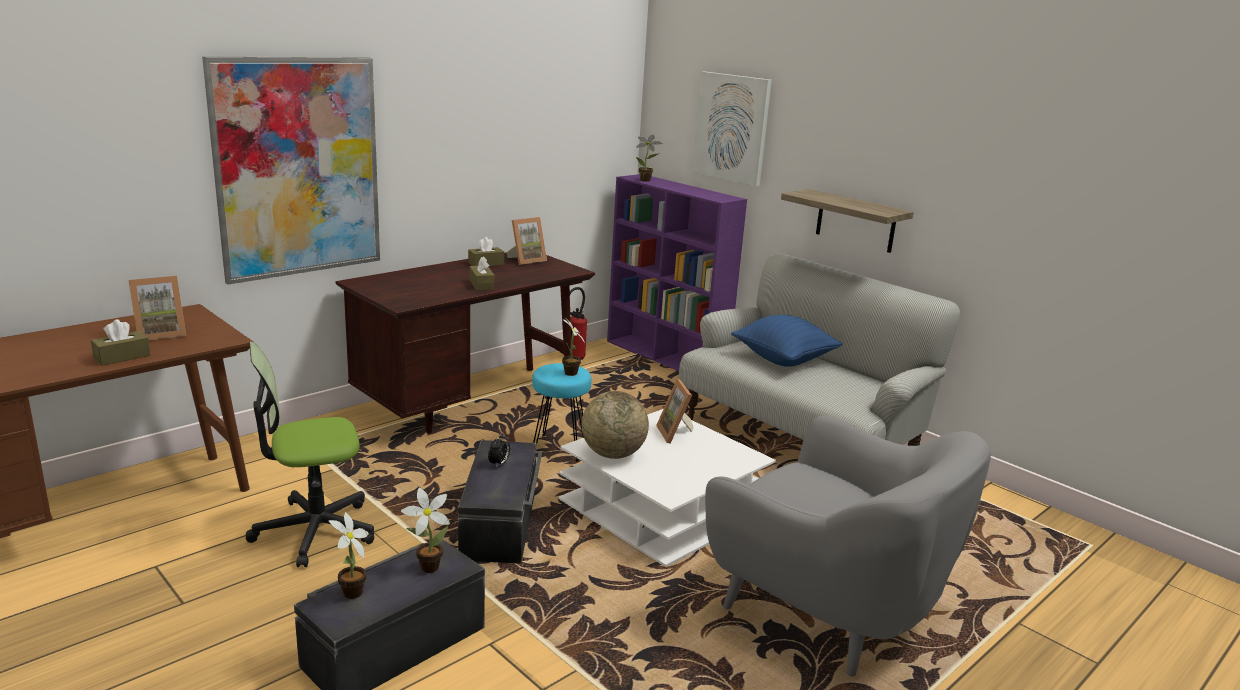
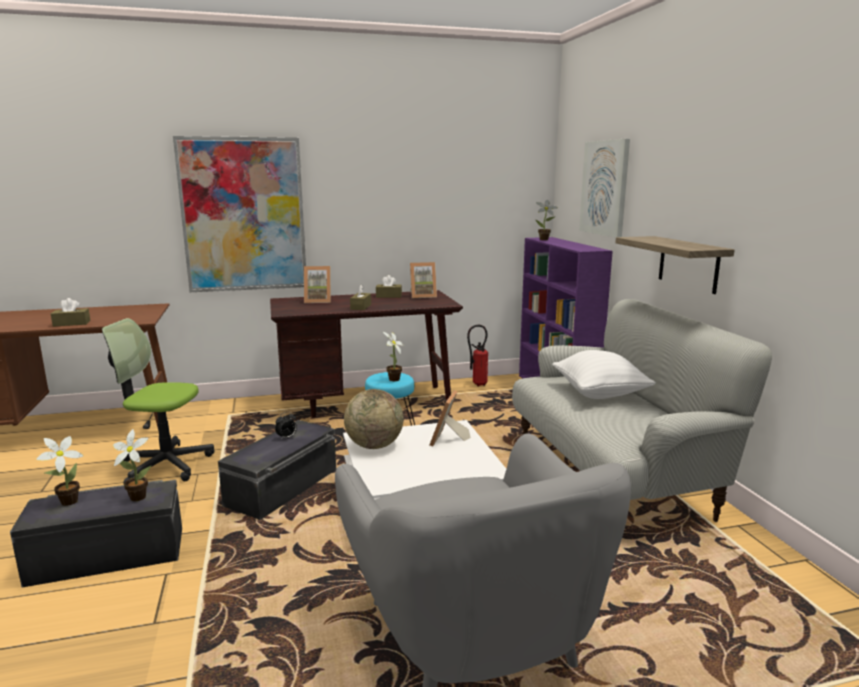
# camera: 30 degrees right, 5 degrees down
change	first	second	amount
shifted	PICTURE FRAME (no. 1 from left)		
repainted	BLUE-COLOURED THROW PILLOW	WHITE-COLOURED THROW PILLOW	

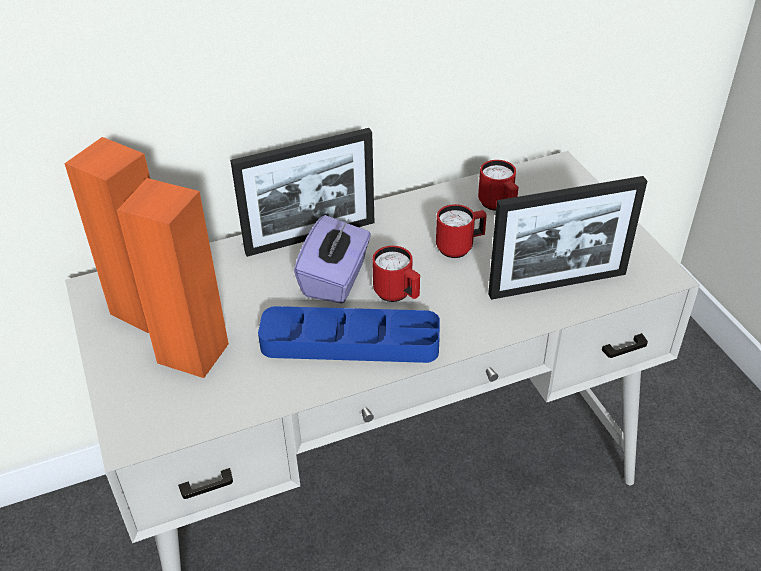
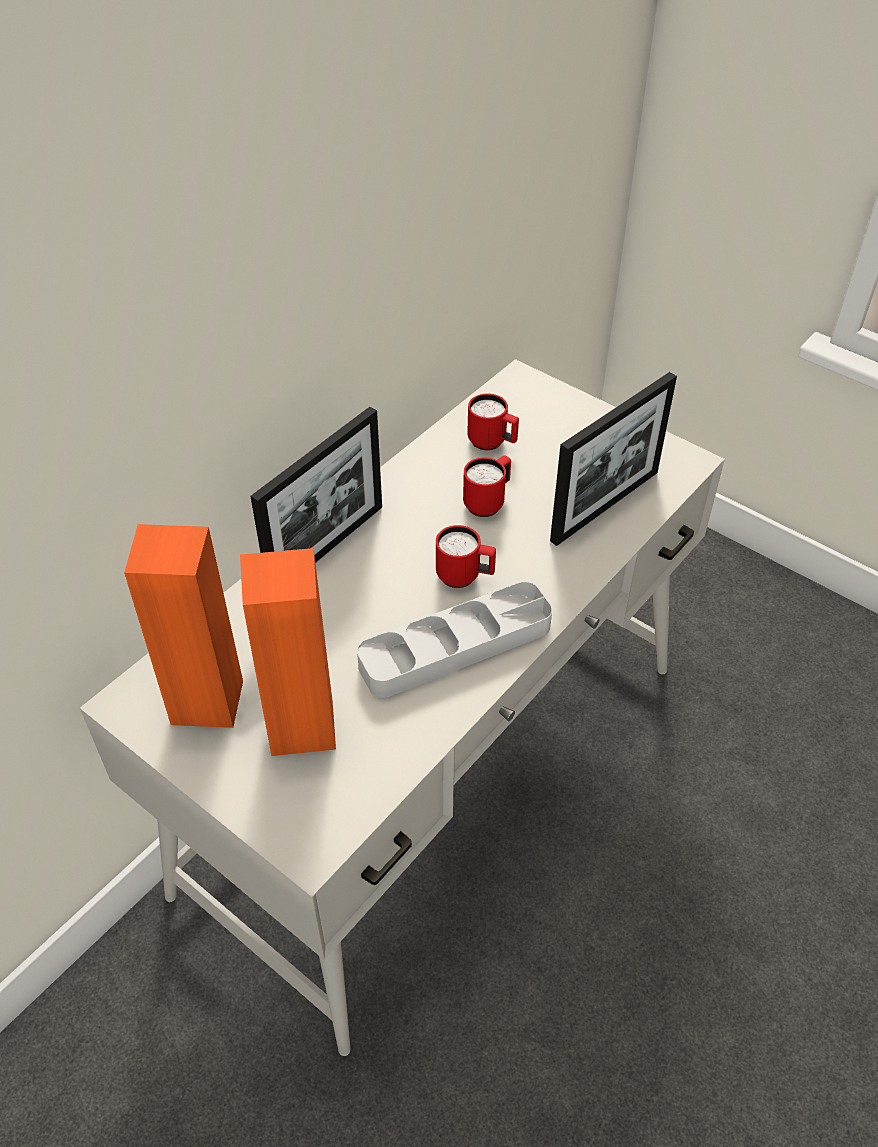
# camera: 30 degrees left, 5 degrees up
change	first	second	amount
gone	PURPLISH TISSUE BOX		
repainted	BLUE-COLOURED CARRYING TRAY	GREYISH CARRYING TRAY	

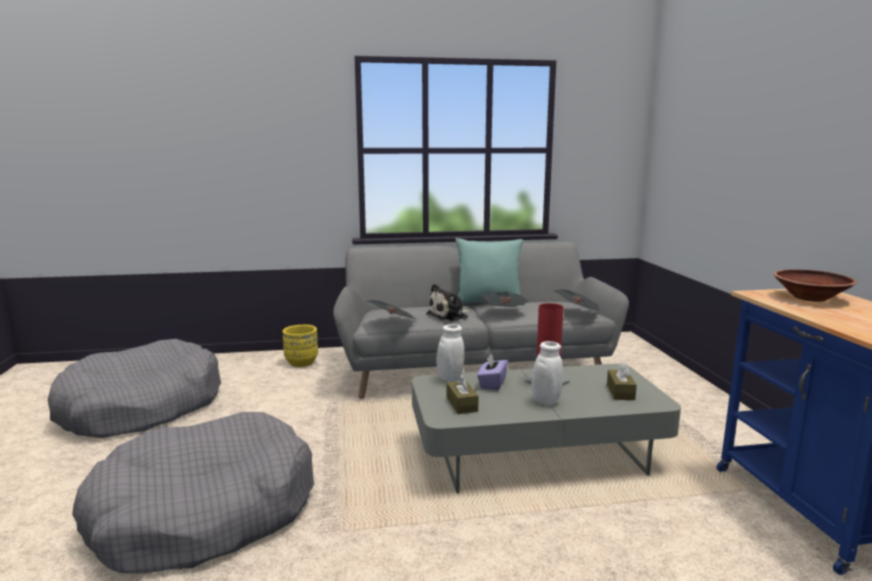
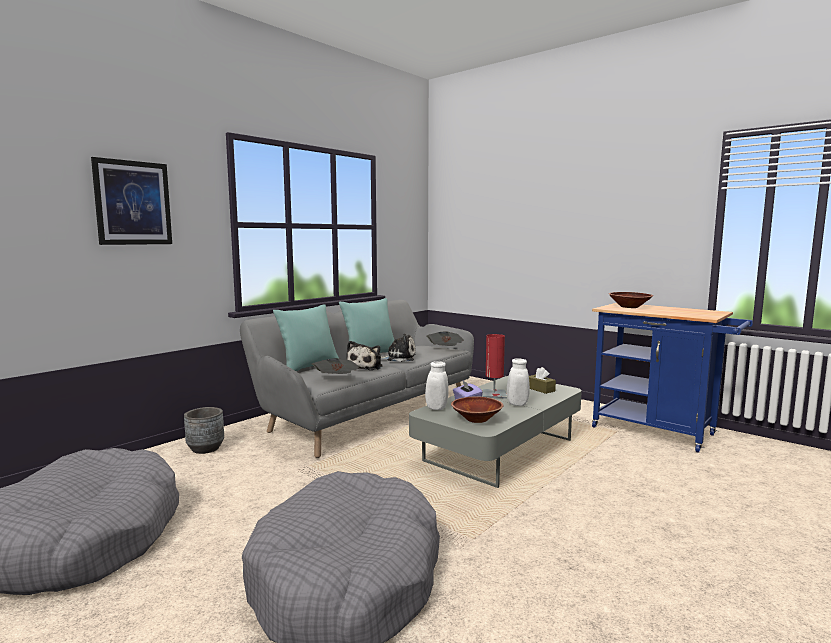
# camera: 40 degrees left, 5 degrees down
change	first	second	amount
new		WALL ART	
new		TURQUOISE-COLOURED THROW PILLOW (no. 1 from left)	
swapped	BROWN TISSUE BOX (no. 1 from left)	BROWN BOWL (no. 1 from left)	
swapped	NEWSPAPER (no. 2 from left)	SOFT TOY (no. 2 from left)	
repainted	YELLOW PLANTER	GREYISH PLANTER	

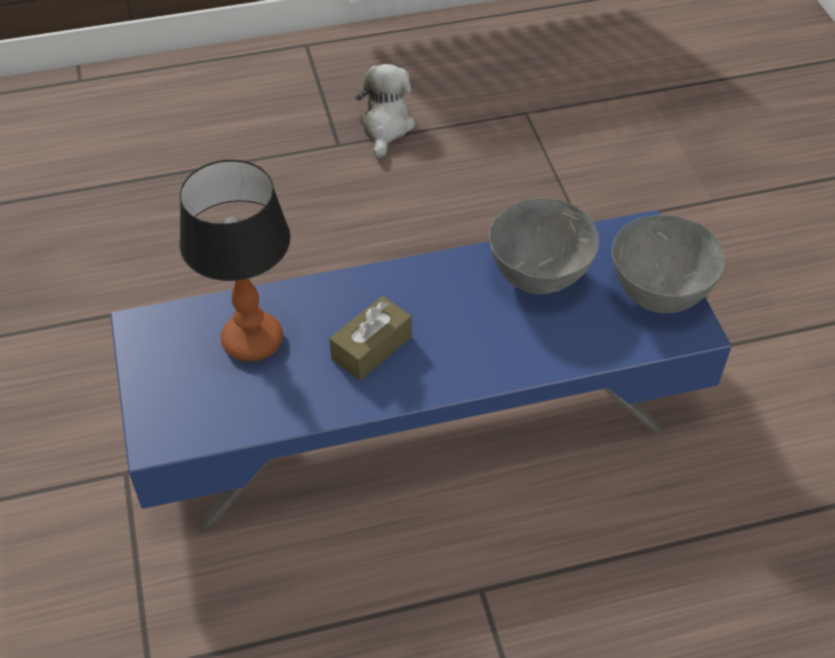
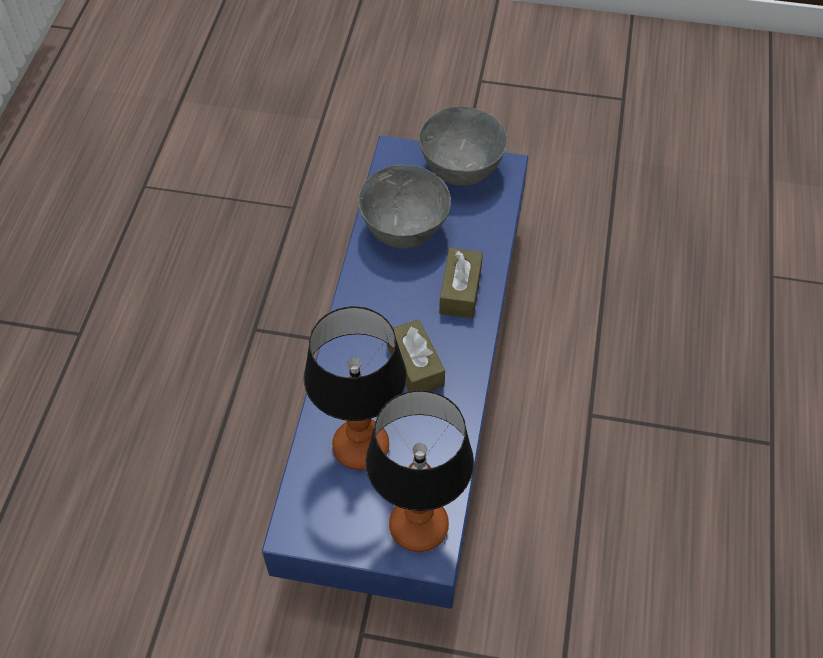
# camera: 65 degrees left, 5 degrees up
change	first	second	amount
gone	SOFT TOY		
new		TABLETOP LAMP (no. 2 from left)	
new		BROWN TISSUE BOX (no. 2 from left)	

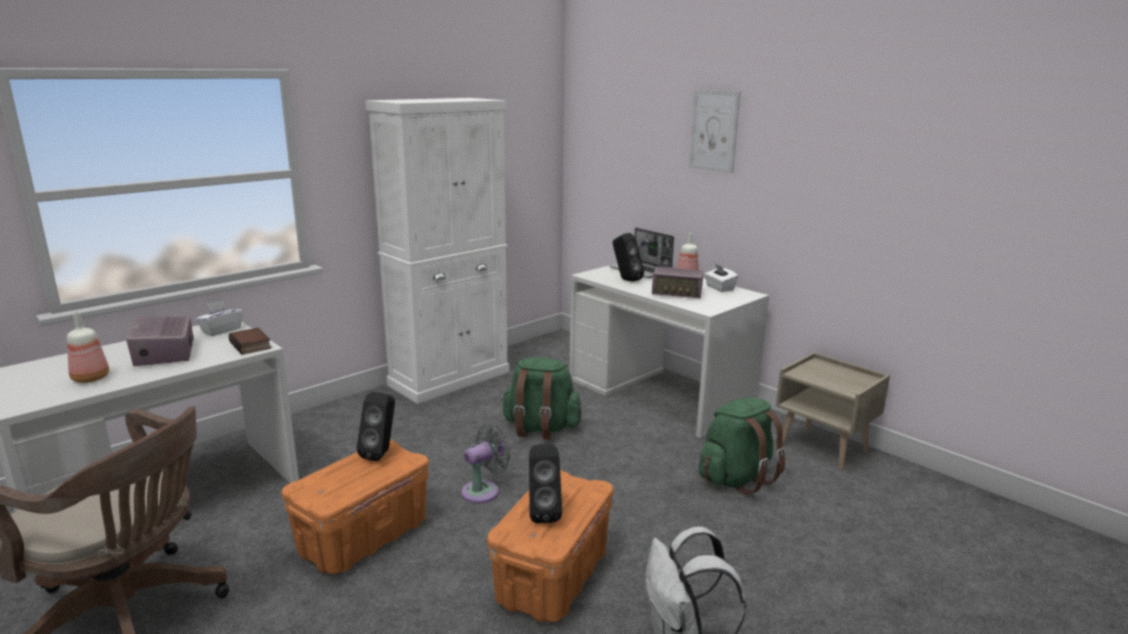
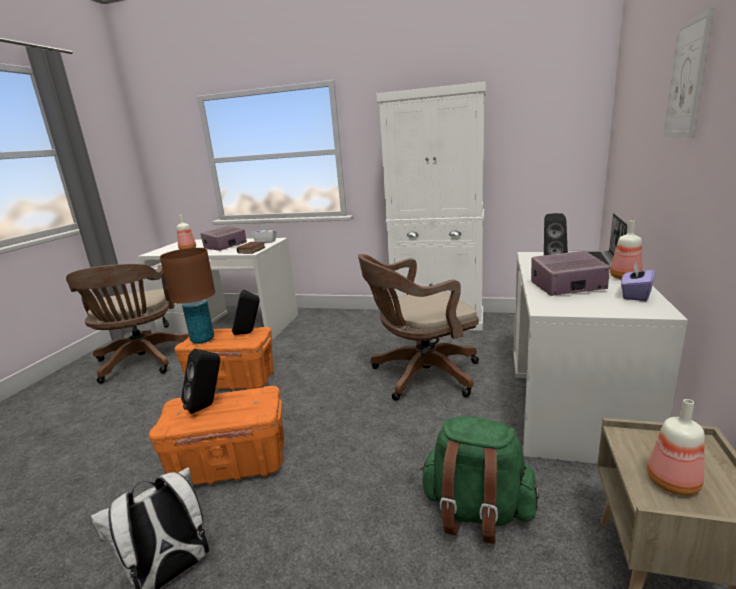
# camera: 60 degrees right, 0 degrees up
change	first	second	amount
gone	GREYISH COOLING FAN		
new		BROWN TABLETOP LAMP	
new		DRINK BOTTLE (no. 3 from left)	
swapped	GREEN-COLOURED KNAPSACK (no. 1 from left)	BROWN COMPUTER CHAIR (no. 2 from left)	
repainted	WHITE-COLOURED TISSUE BOX (no. 2 from left)	PURPLISH TISSUE BOX	
rotated	RADIO SET (no. 2 from left)		105 degrees clockwise

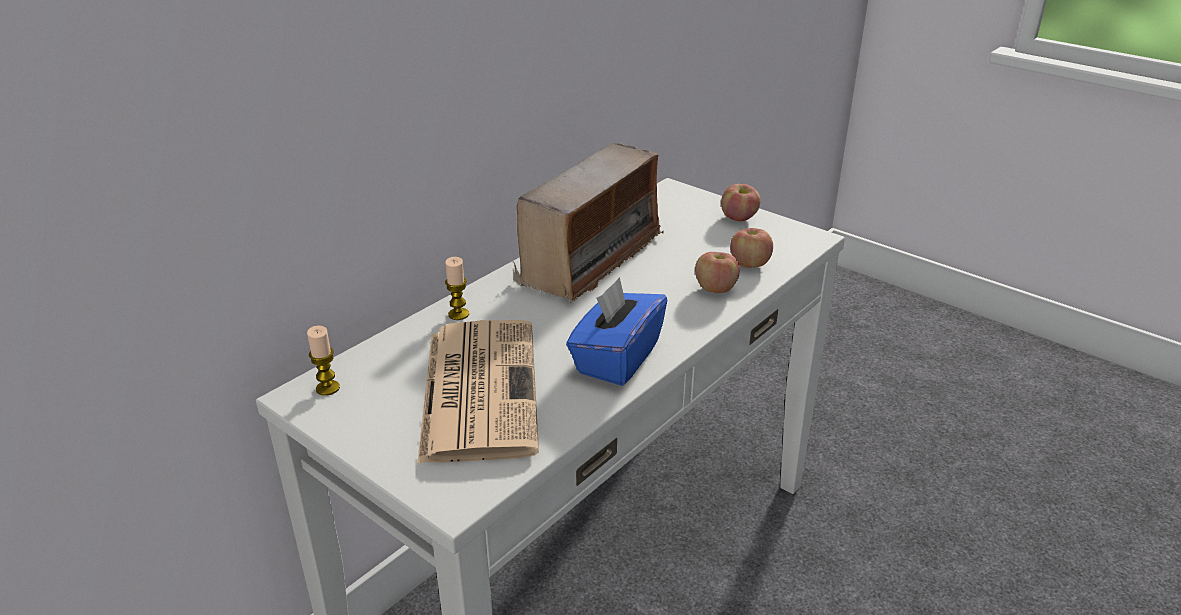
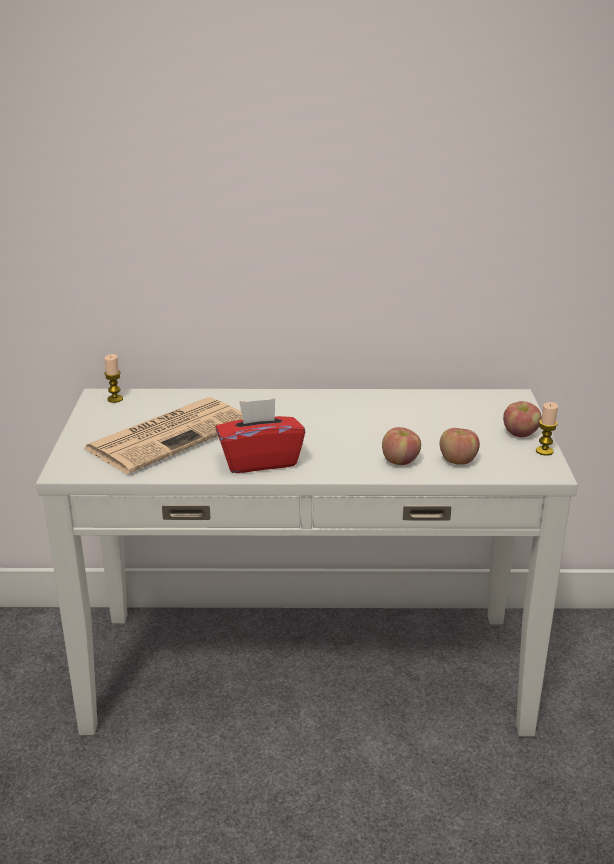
# camera: 50 degrees right, 5 degrees down
change	first	second	amount
gone	RADIO SET		
shifted	CANDLE (no. 2 from left)		
repainted	BLUE-COLOURED TISSUE BOX	RED TISSUE BOX	

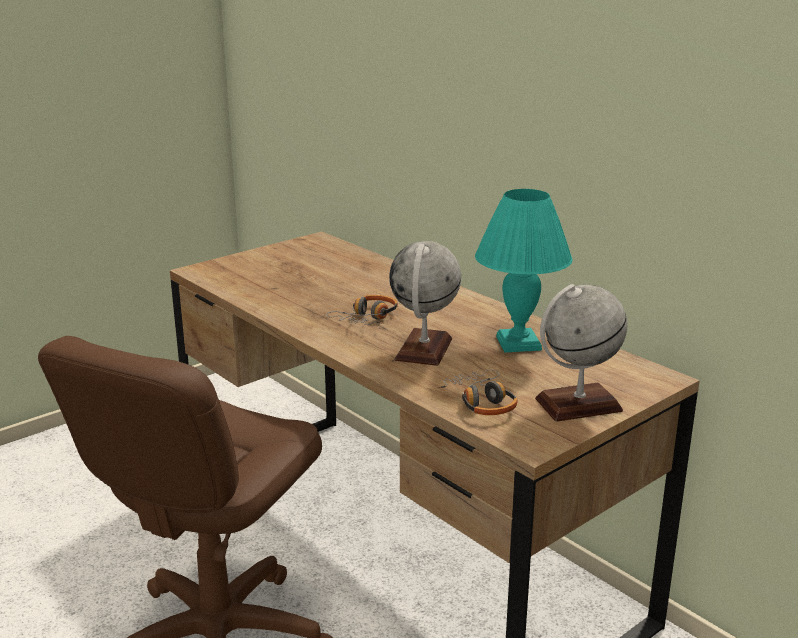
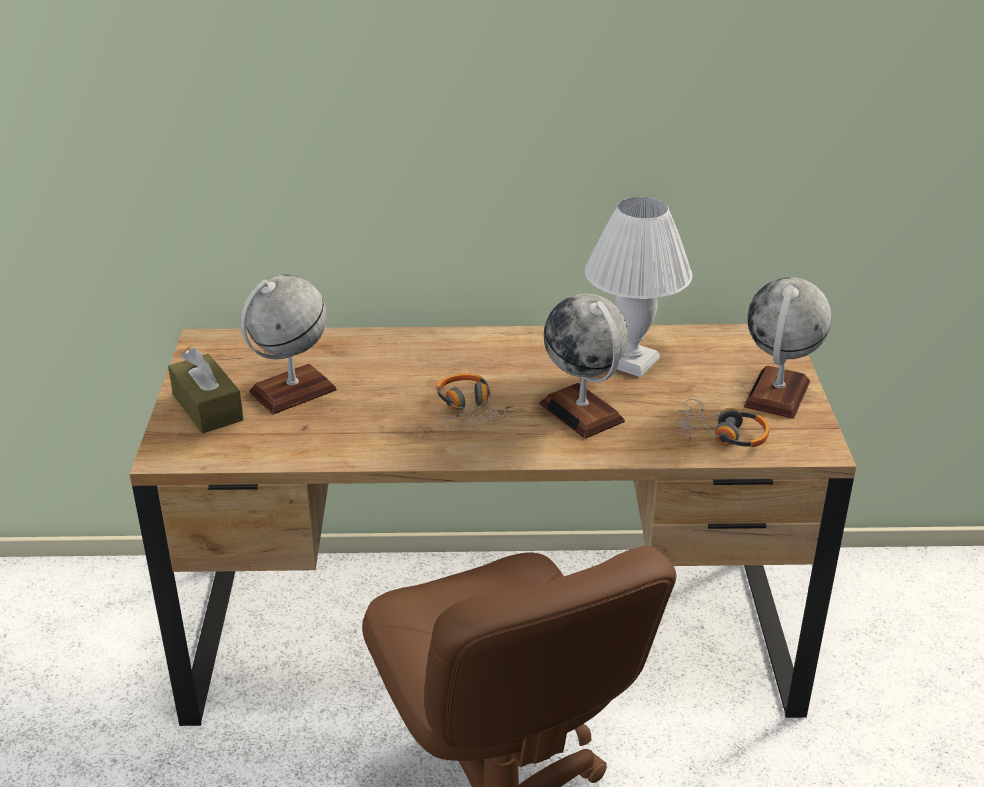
# camera: 50 degrees left, 10 degrees up
change	first	second	amount
new		BROWN TISSUE BOX	
new		WORLD GLOBE (no. 1 from left)	
repainted	TURQUOISE-COLOURED TABLETOP LAMP	WHITE-COLOURED TABLETOP LAMP	

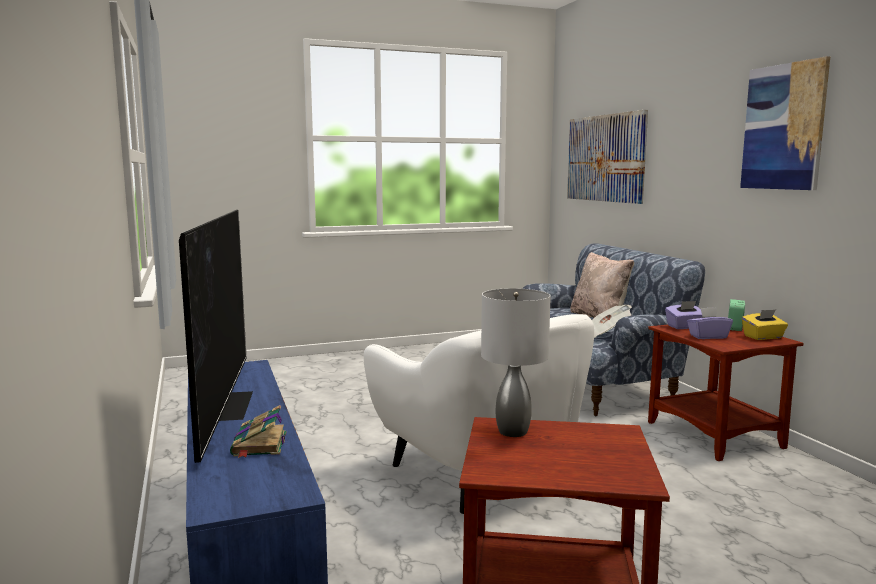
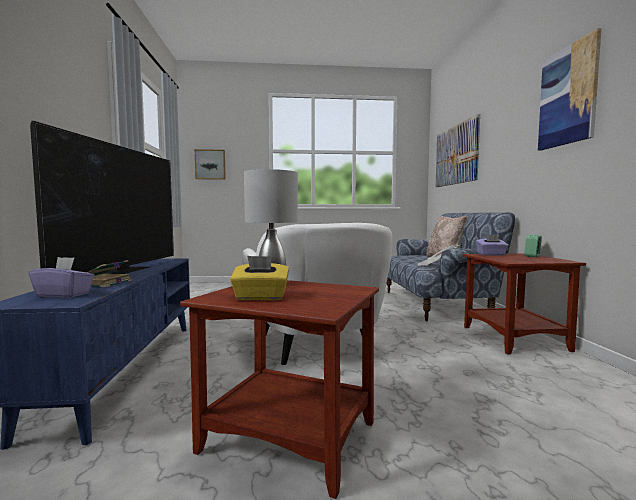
# camera: 15 degrees right, 5 degrees down
change	first	second	amount
new		WALL ART (no. 1 from left)	
shifted	PURPLISH TISSUE BOX (no. 2 from left in the first image)	PURPLISH TISSUE BOX (no. 1 from left)	
shifted	YELLOW TISSUE BOX		

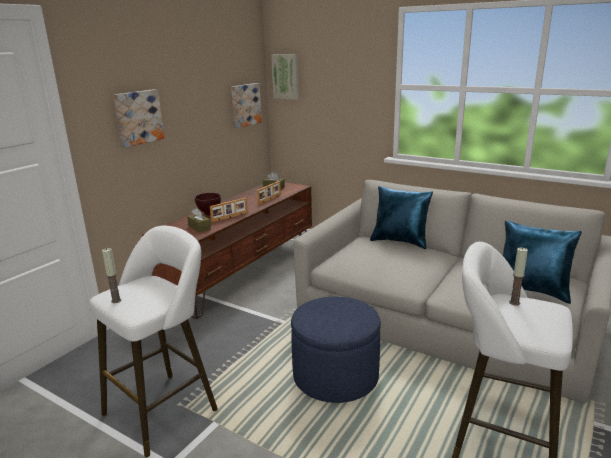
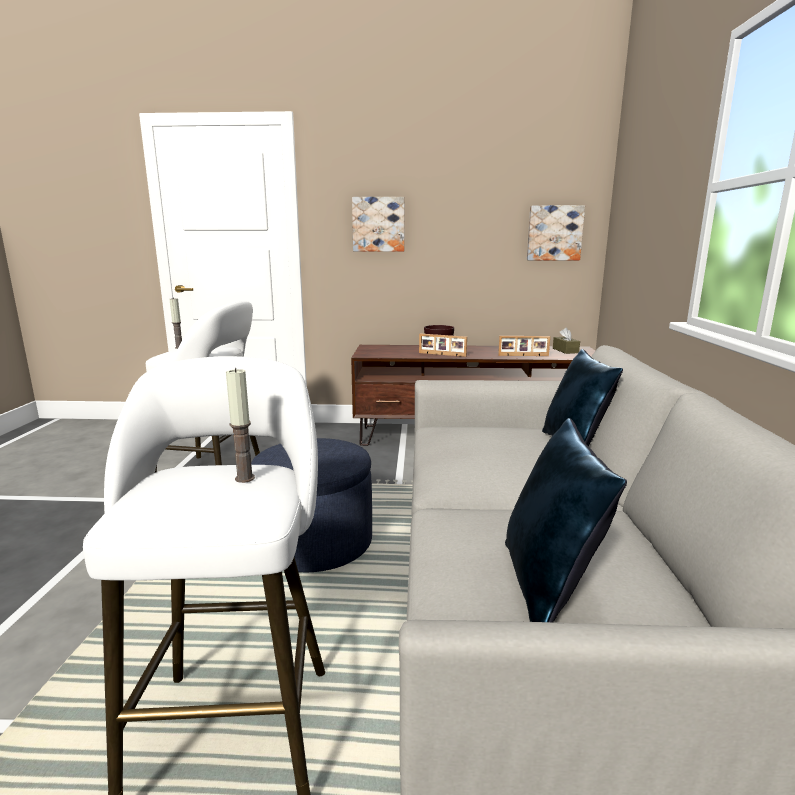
# camera: 60 degrees right, 5 degrees down
change	first	second	amount
gone	BROWN TISSUE BOX (no. 1 from left)		
gone	WALL ART (no. 3 from left)		

